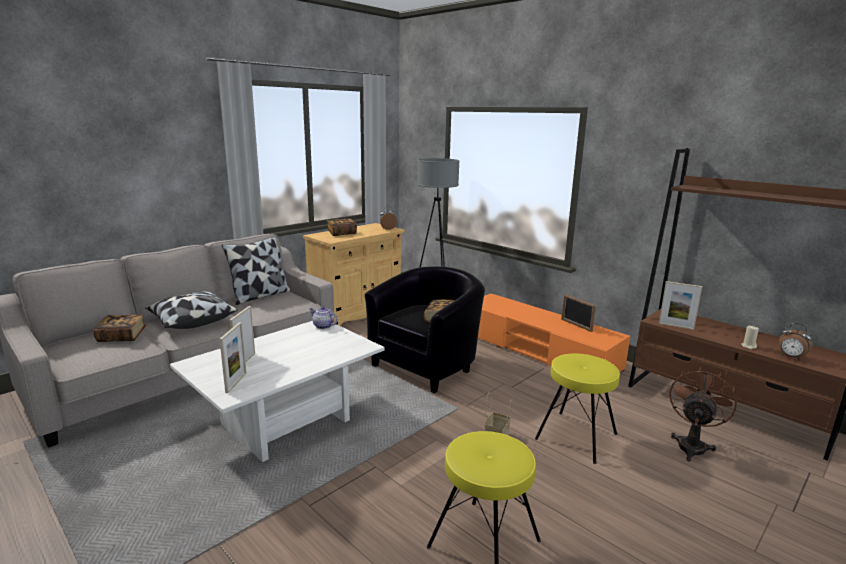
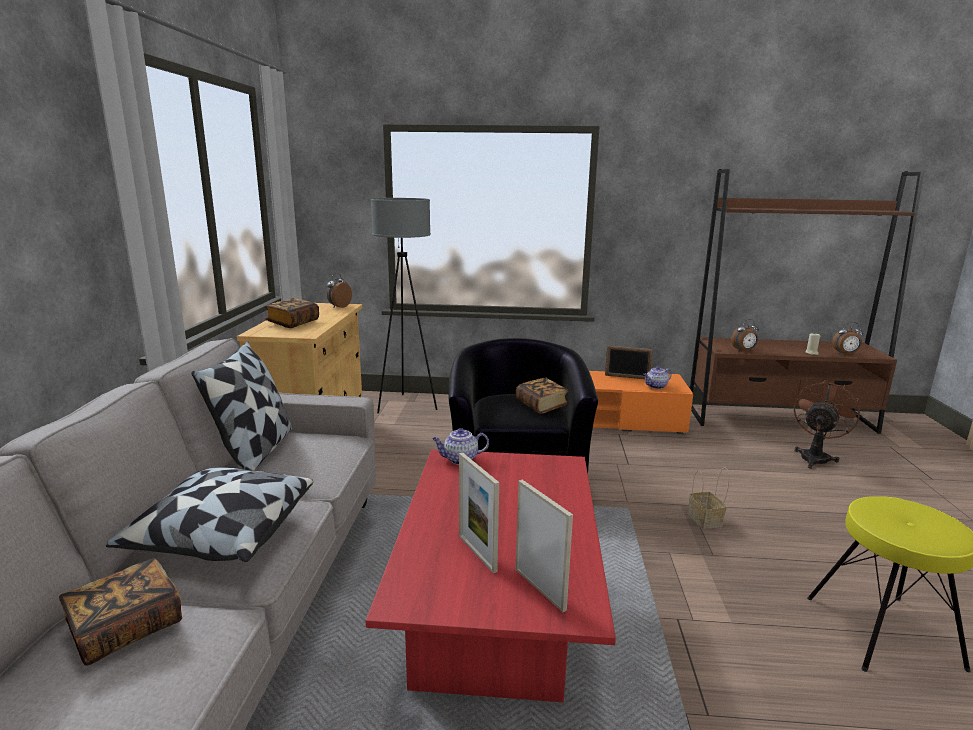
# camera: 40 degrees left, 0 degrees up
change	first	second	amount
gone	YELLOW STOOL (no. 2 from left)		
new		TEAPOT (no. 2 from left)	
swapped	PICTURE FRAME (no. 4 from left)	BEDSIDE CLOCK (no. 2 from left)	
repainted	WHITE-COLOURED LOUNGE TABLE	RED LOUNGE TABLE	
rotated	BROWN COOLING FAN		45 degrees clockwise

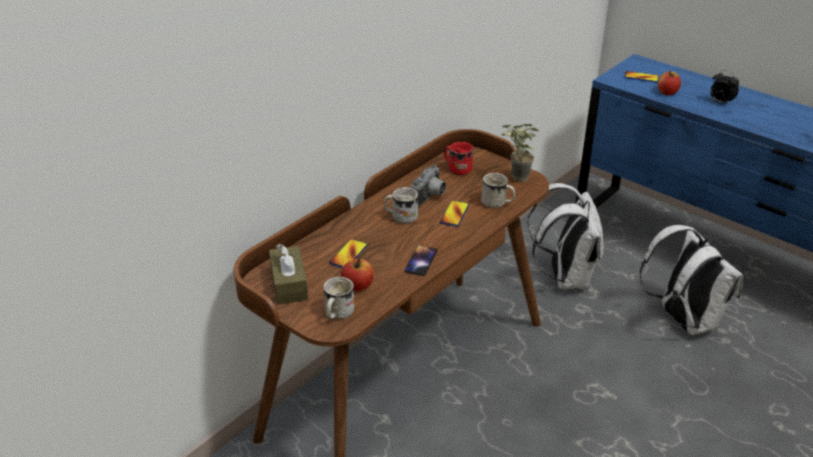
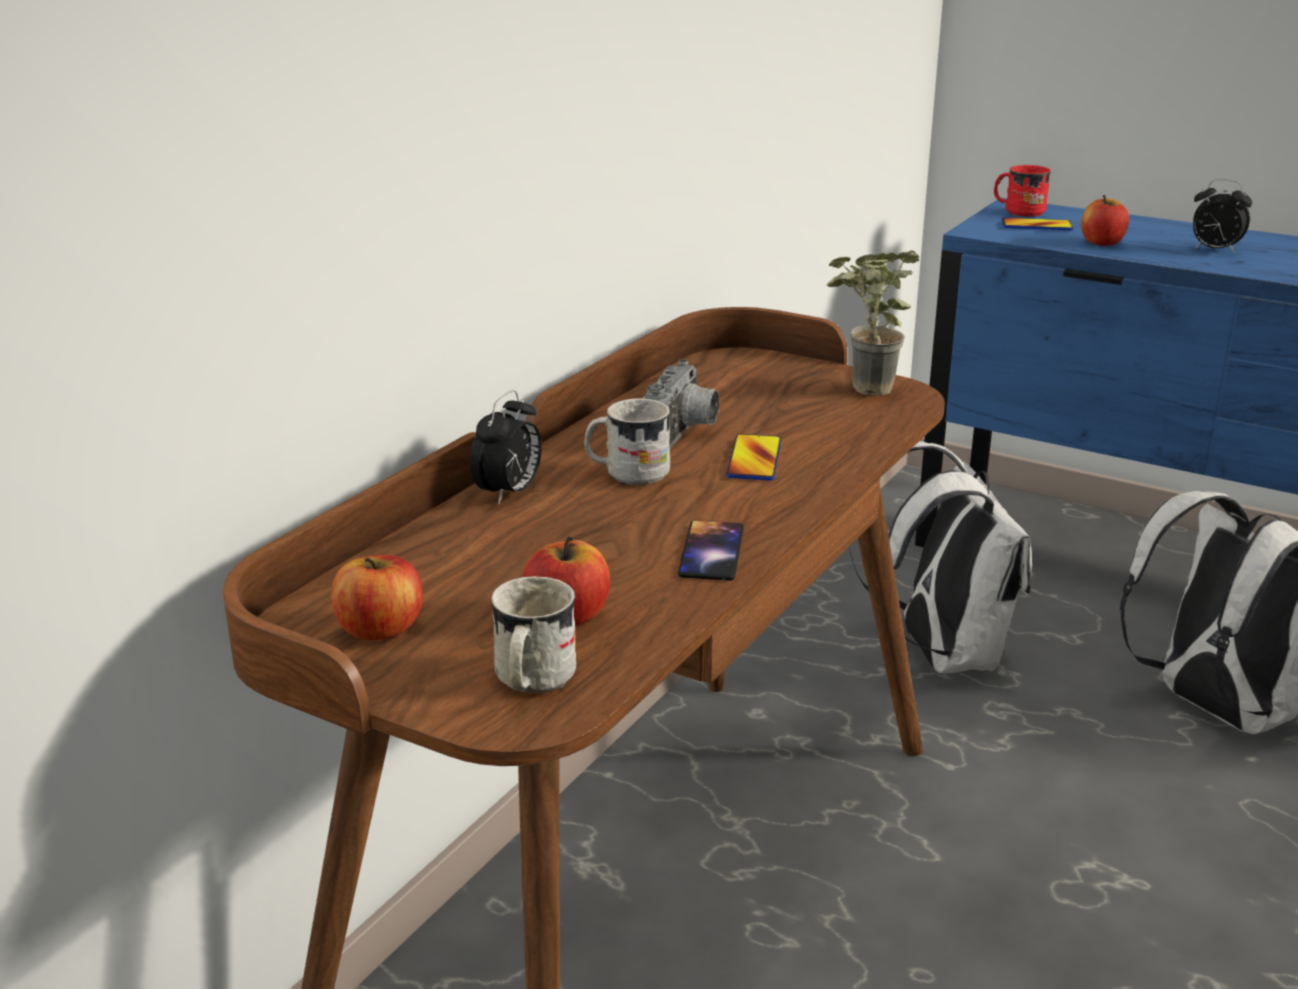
# camera: 10 degrees left, 10 degrees down
change	first	second	amount
gone	PHONE (no. 1 from left)		
gone	WHITE-COLOURED MUG (no. 3 from left)		
new		BEDSIDE CLOCK (no. 1 from left)	
shifted	RED MUG		
swapped	BROWN TISSUE BOX	APPLE FRUIT (no. 1 from left)	

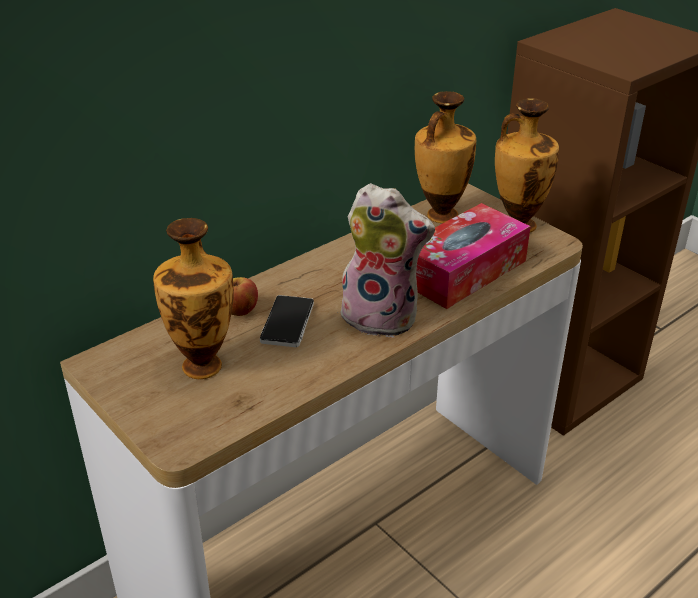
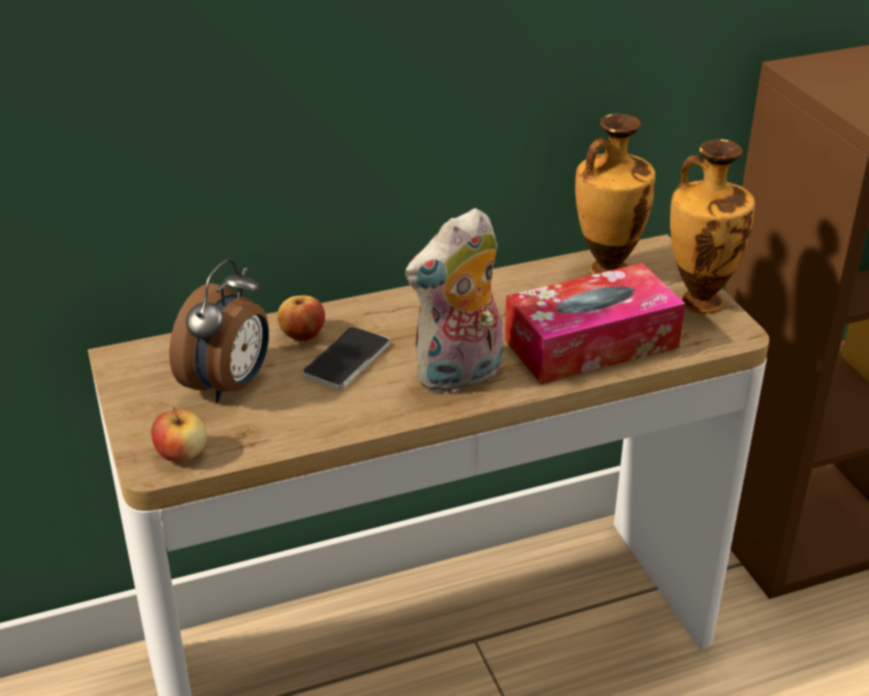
# camera: 20 degrees right, 0 degrees up
change	first	second	amount
new		APPLE FRUIT (no. 1 from left)	
swapped	FLOWER VASE (no. 1 from left)	BEDSIDE CLOCK	
rotated	SOFT TOY		105 degrees clockwise

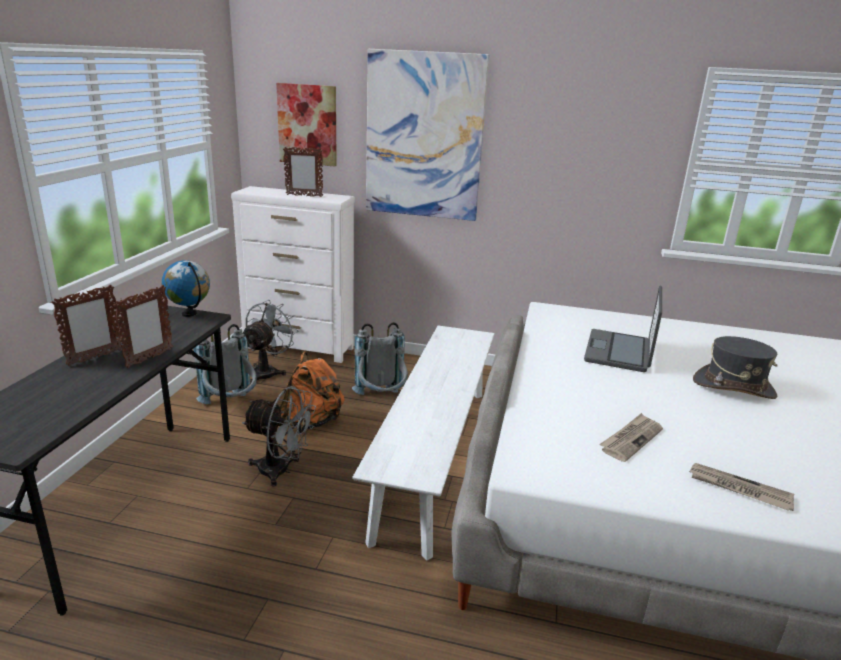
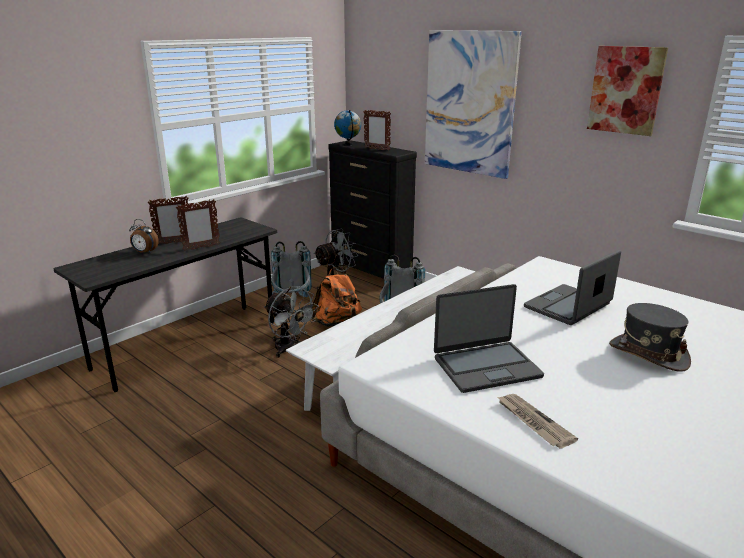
# camera: 30 degrees right, 0 degrees up
change	first	second	amount
new		BEDSIDE CLOCK	
shifted	WORLD GLOBE		
shifted	WALL ART (no. 1 from left in the first image)	WALL ART (no. 2 from left)	
swapped	NEWSPAPER (no. 1 from left)	LAPTOP (no. 1 from left)	
repainted	WHITE-COLOURED CHEST OF DRAWERS	BLACKISH CHEST OF DRAWERS	

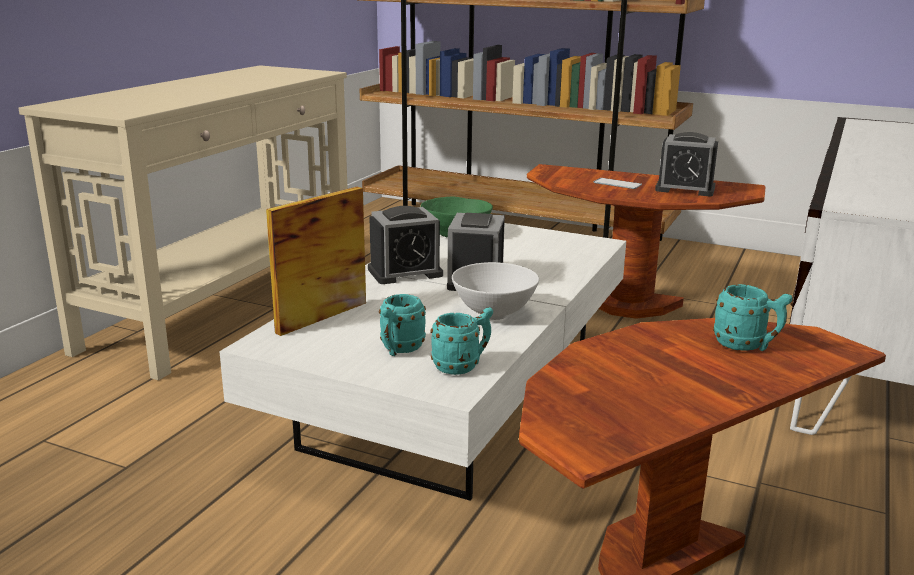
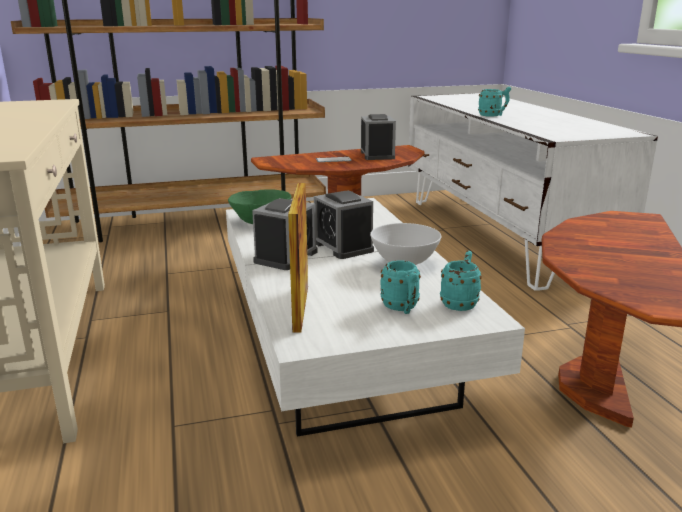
# camera: 40 degrees left, 0 degrees up
change	first	second	amount
shifted	TURQUOISE-COLOURED MUG (no. 3 from left)		
rotated	BEDSIDE CLOCK (no. 3 from left)		75 degrees counterclockwise

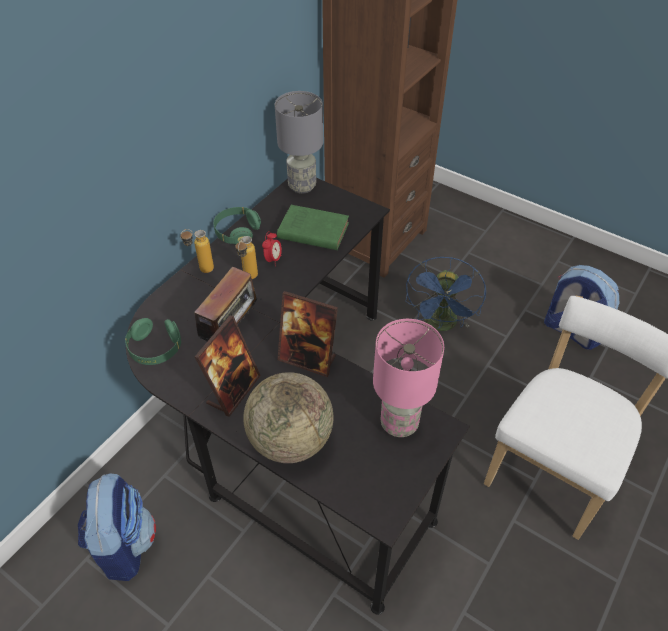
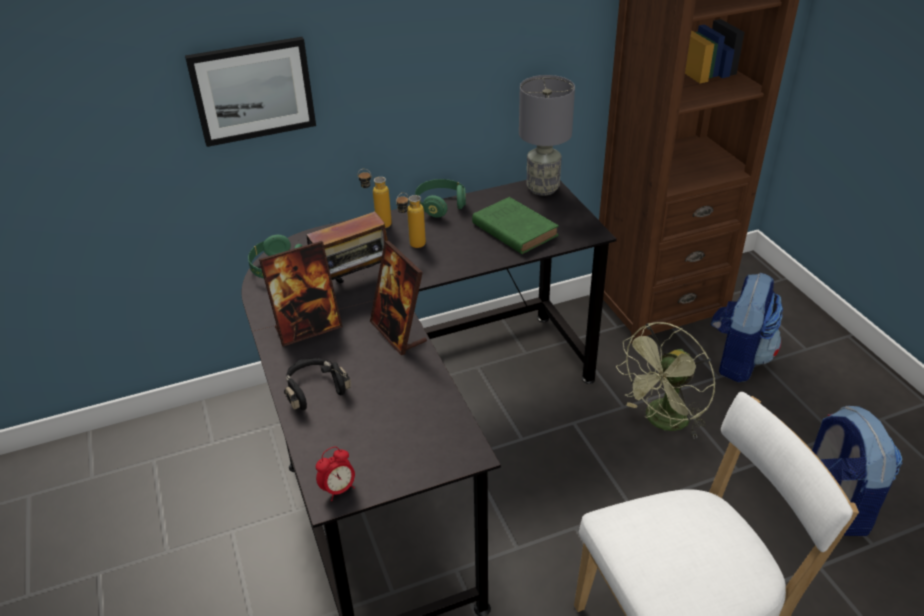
# camera: 35 degrees right, 10 degrees down
change	first	second	amount
gone	PINKISH TABLETOP LAMP		
new		WALL ART	
shifted	KNAPSACK (no. 1 from left)		
shifted	BEDSIDE CLOCK		
swapped	WORLD GLOBE	BLACKISH HEADPHONES	
repainted	BLUE-COLOURED COOLING FAN	GREEN-COLOURED COOLING FAN	

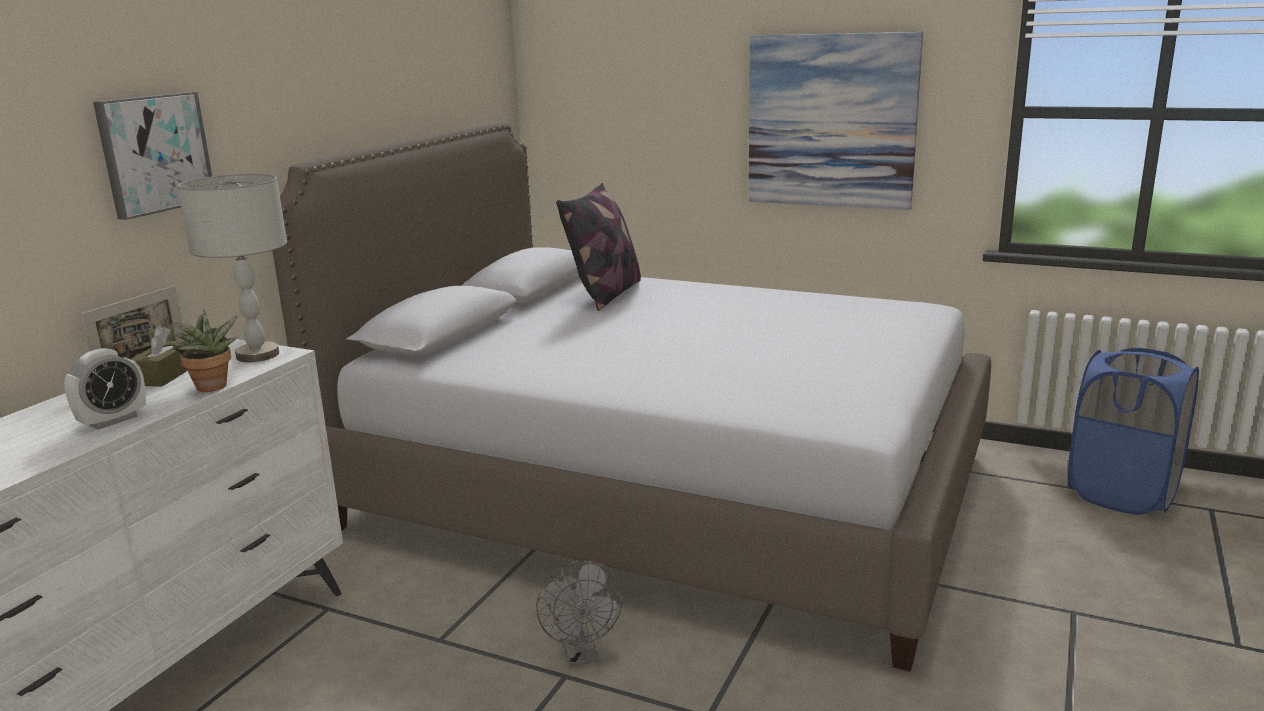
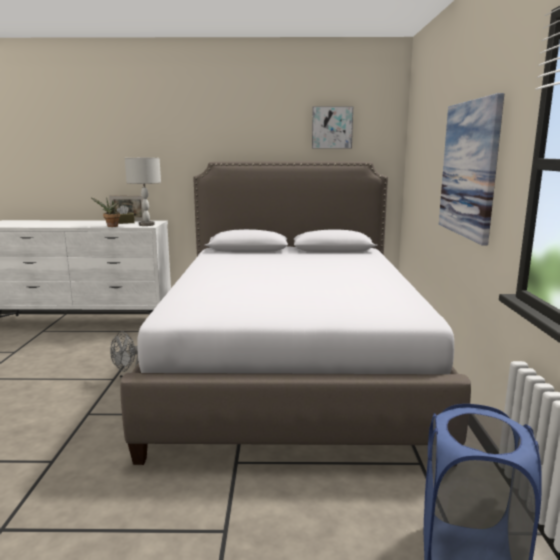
# camera: 65 degrees right, 5 degrees down
change	first	second	amount
gone	BEDSIDE CLOCK		
gone	THROW PILLOW		
shifted	WALL ART (no. 1 from left)		

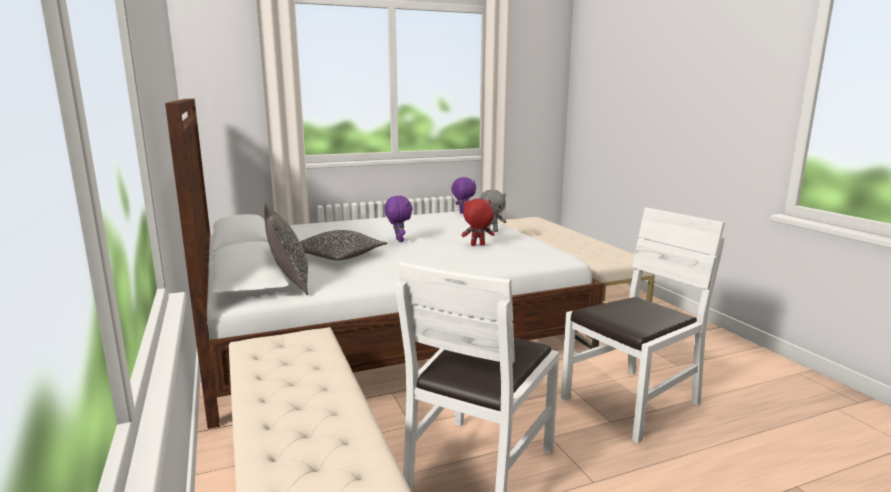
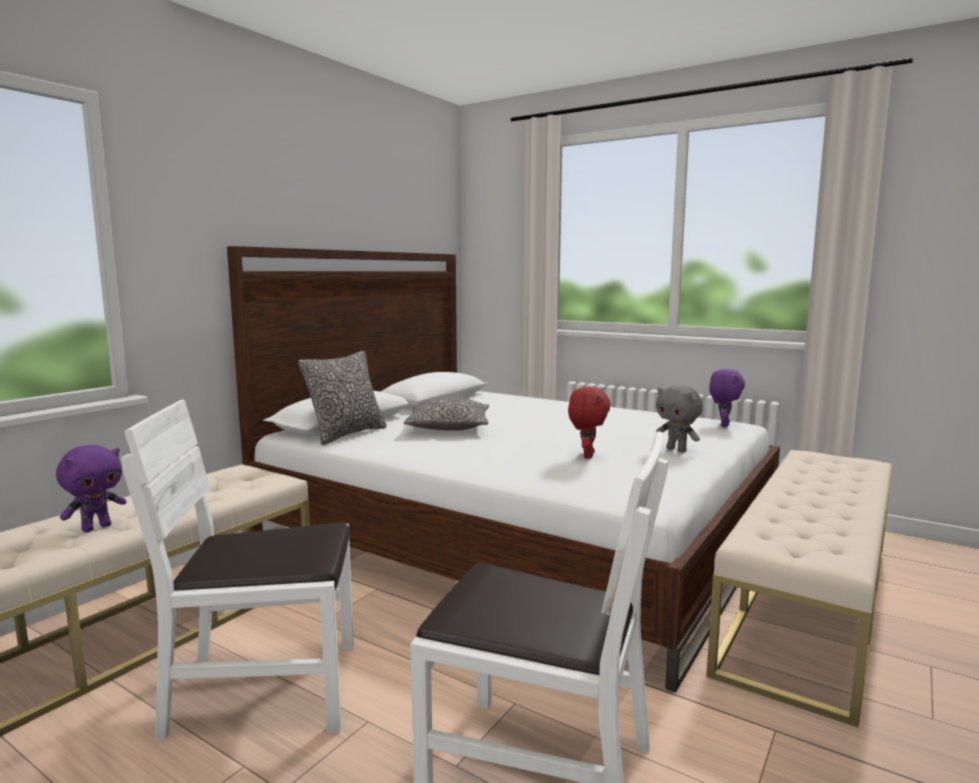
# camera: 55 degrees right, 5 degrees down
change	first	second	amount
shifted	PURPLISH SOFT TOY (no. 1 from left)		
rotated	RED SOFT TOY		60 degrees clockwise

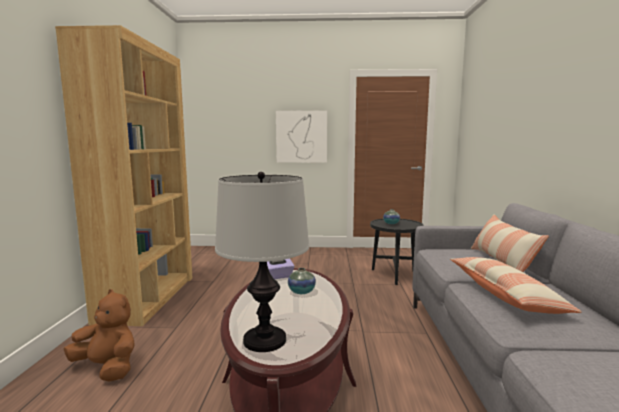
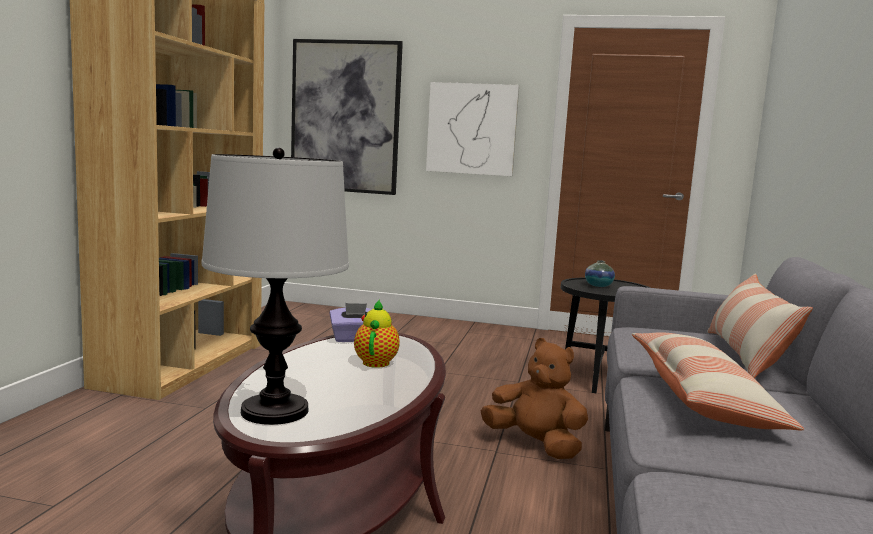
# camera: 10 degrees right, 0 degrees up
change	first	second	amount
new		WALL ART (no. 1 from left)	
shifted	BROWN SOFT TOY		
swapped	FLOWER VASE (no. 1 from left)	TEAPOT	

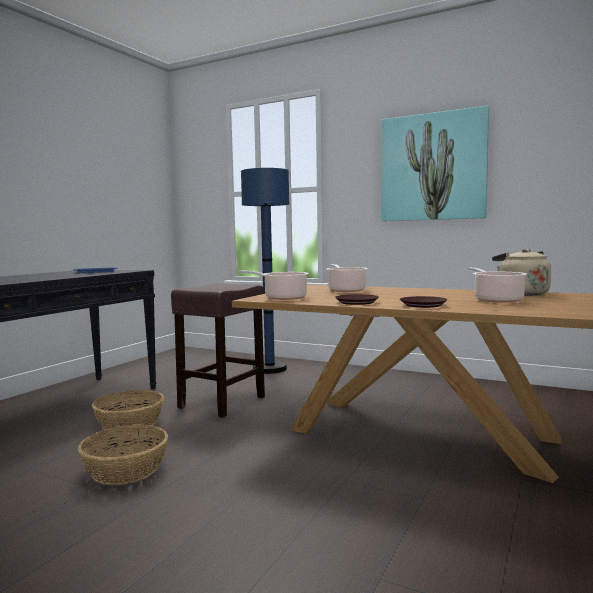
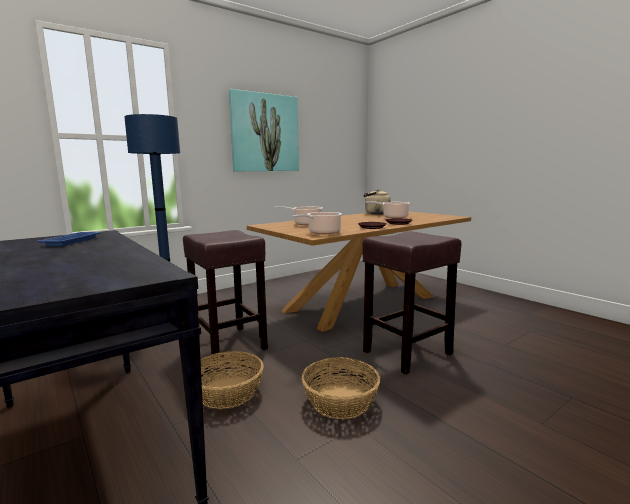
# camera: 65 degrees left, 5 degrees up
change	first	second	amount
new		BROWN STOOL (no. 2 from left)	

